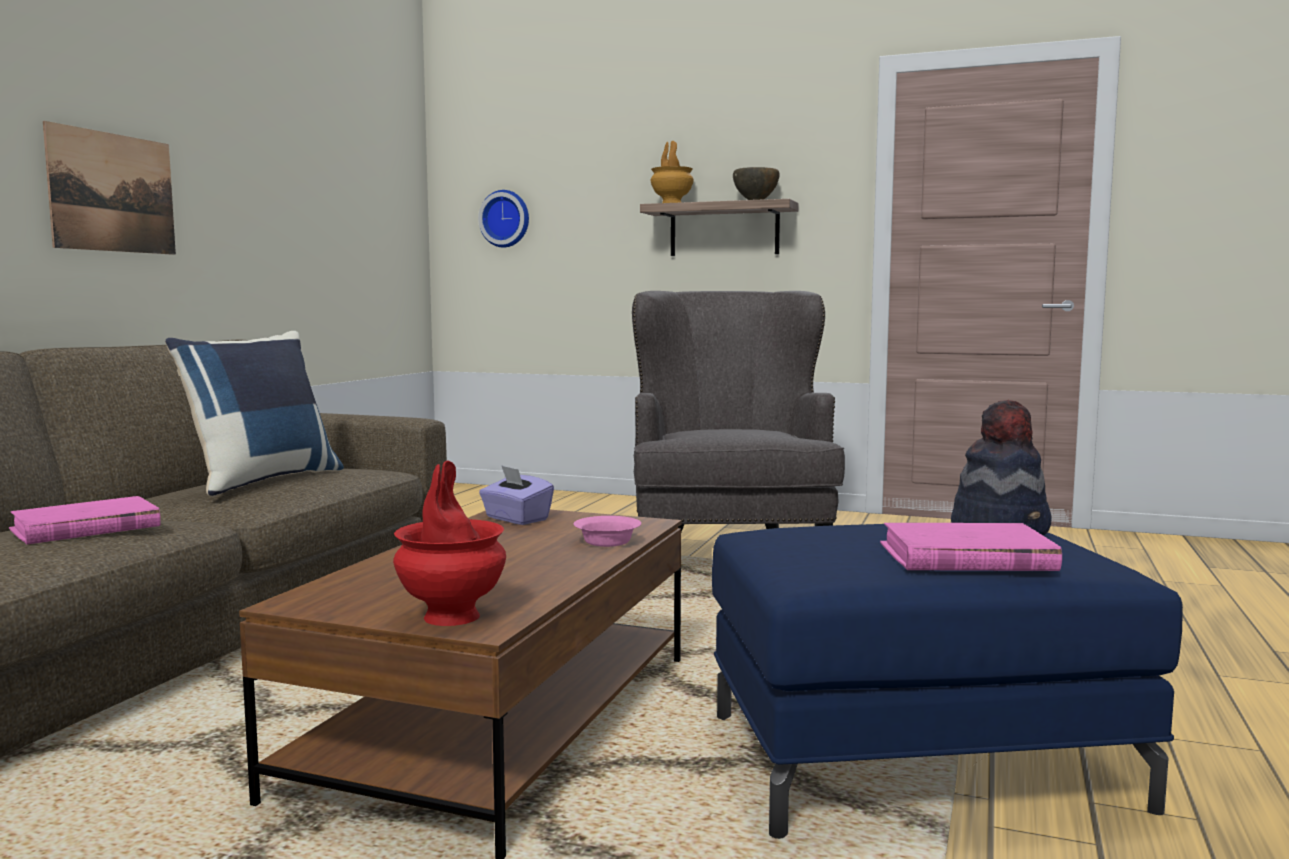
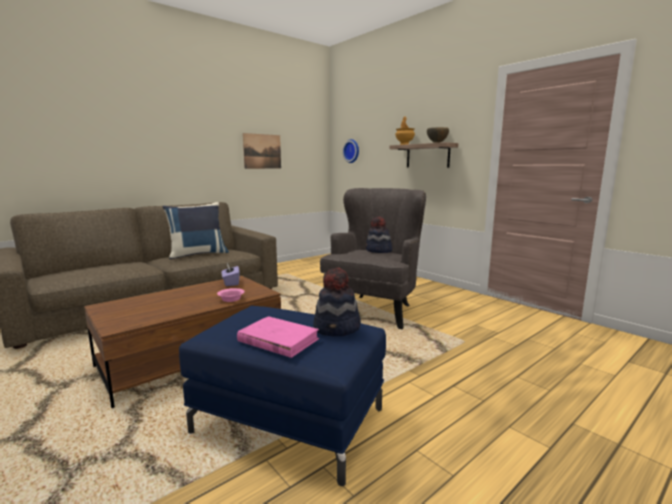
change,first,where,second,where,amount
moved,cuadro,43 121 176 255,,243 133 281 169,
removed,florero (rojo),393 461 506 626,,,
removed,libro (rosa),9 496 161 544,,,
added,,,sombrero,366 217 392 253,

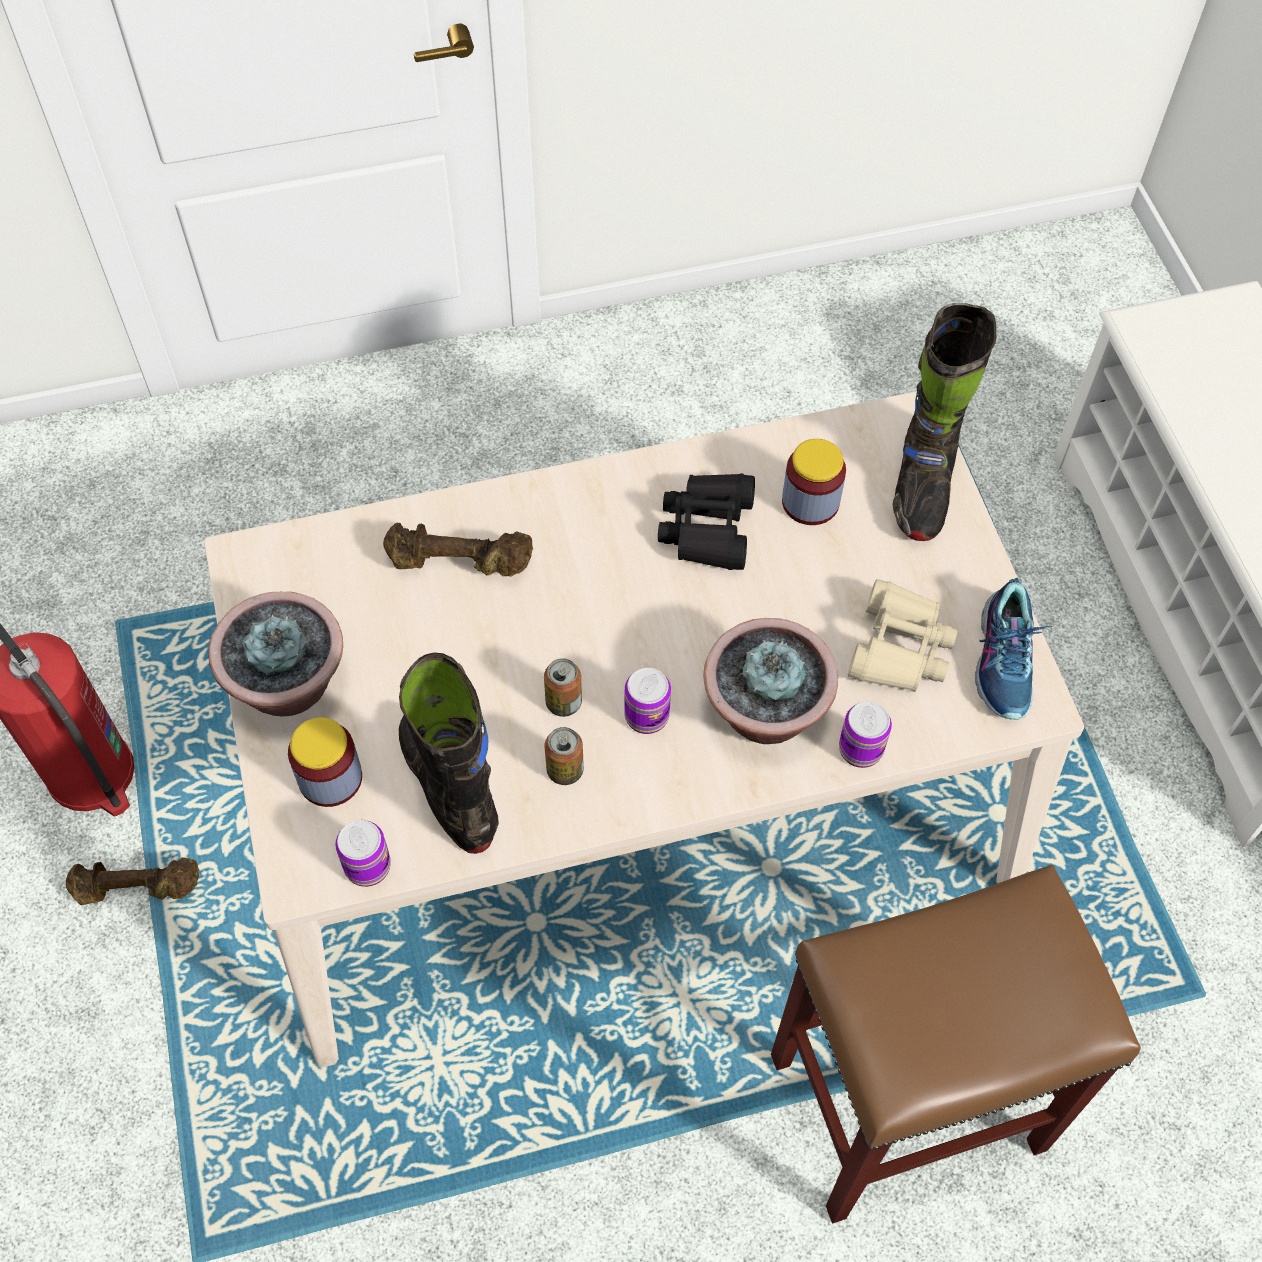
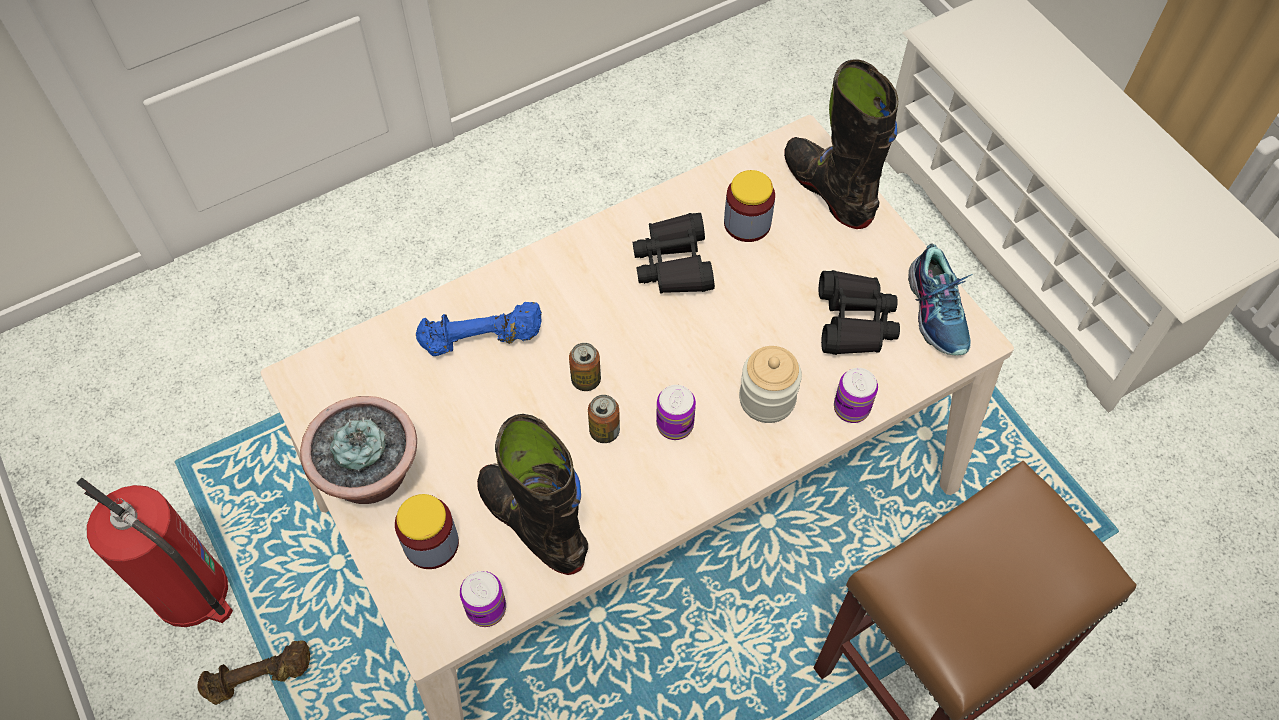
change,first,where,second,where,amount
turned,bota (negro),893 303 996 541,,784 59 898 229,150 degrees clockwise
recoloured,mancuerna (marrón),383 523 533 577,mancuerna (azul),416 302 542 356,
recoloured,prismáticos (beis),848 579 958 692,prismáticos (negro),819 270 900 355,
replaced,planta en maceta,703 618 838 744,tarro,739 346 802 423,
moved,lata,545 727 584 785,,569 343 601 391,

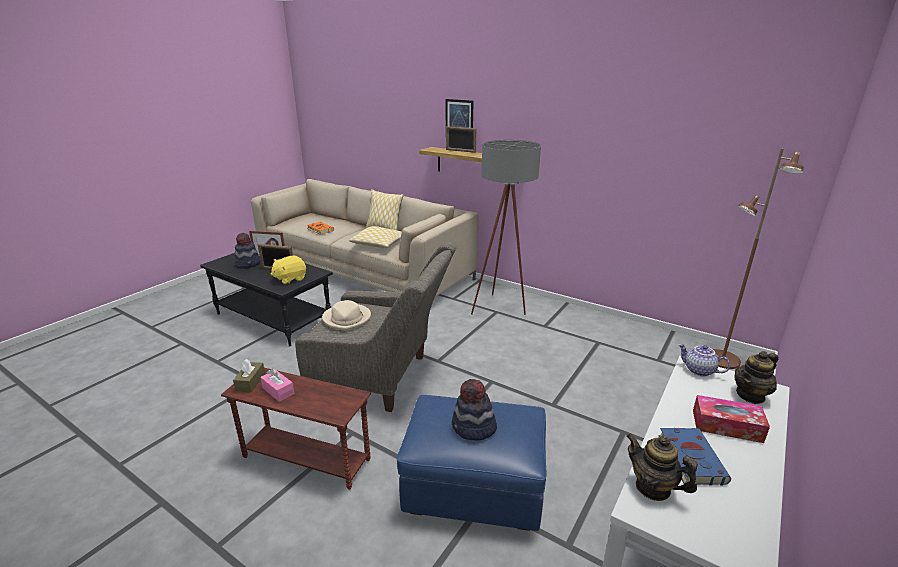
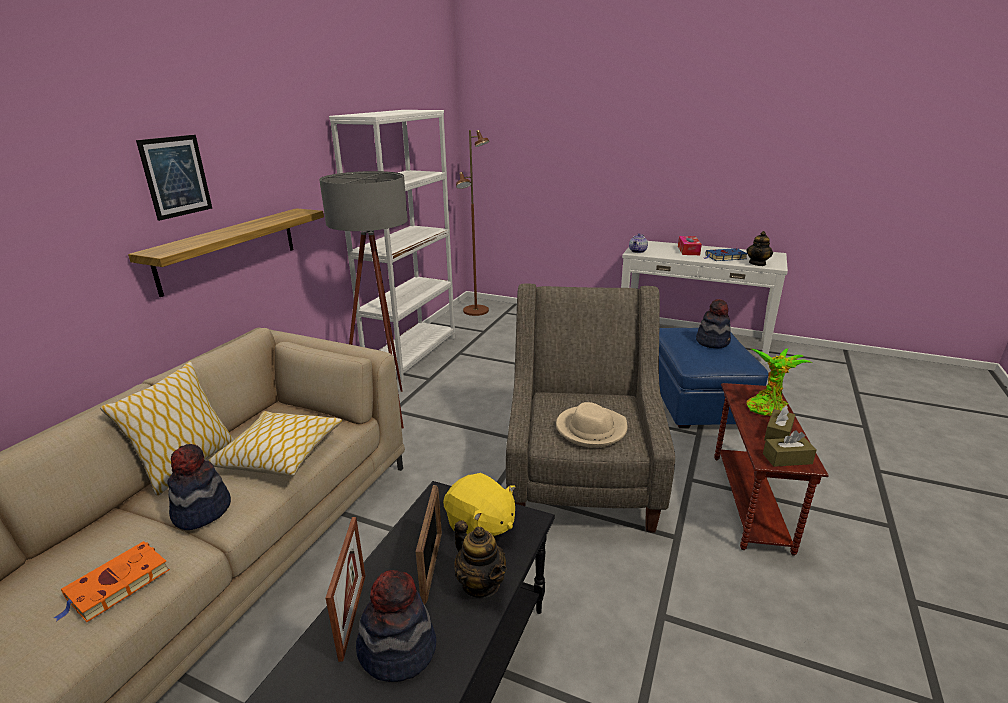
change,first,where,second,where,amount
removed,portarretratos,446 126 476 153,,,
moved,tetera,734 351 779 404,,454 520 507 598,
recoloured,caja de pañuelos (rosa),260 369 294 402,caja de pañuelos (marrón),764 406 795 441,
added,,,estantería (blanco),329 110 455 381,
added,,,planta en maceta,747 348 812 416,
added,,,sombrero,167 444 231 530,

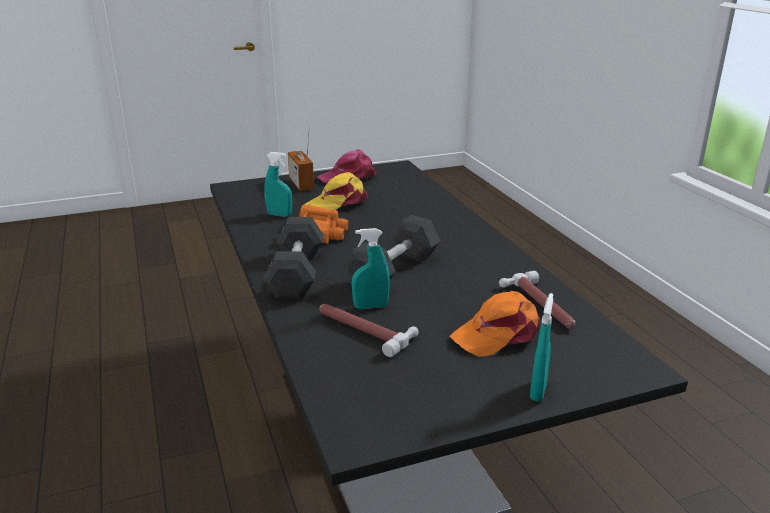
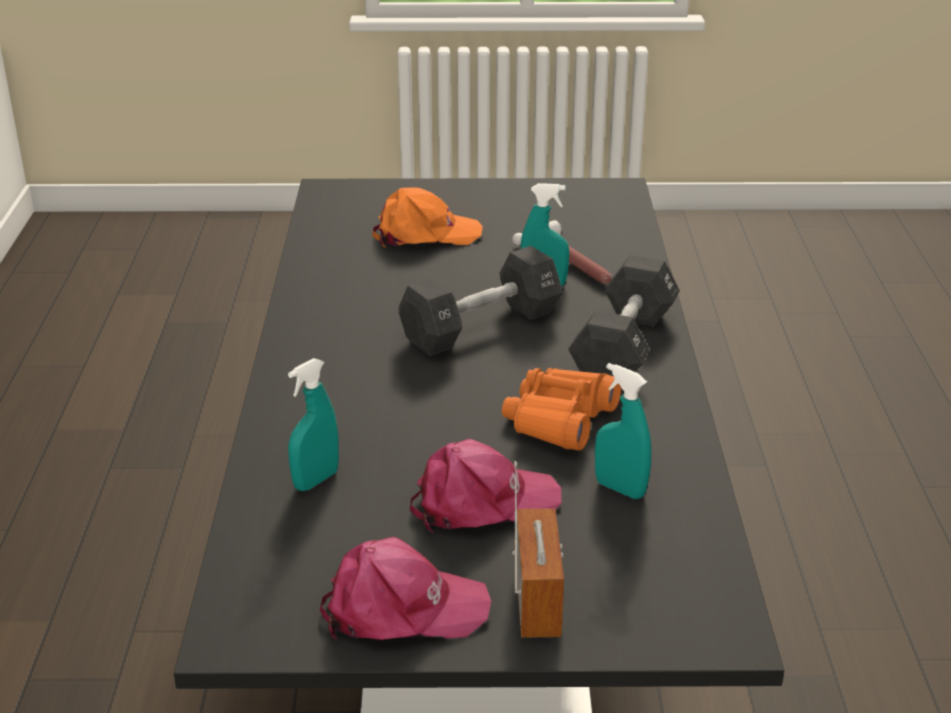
change,first,where,second,where,amount
recoloured,gorra (amarillo),304 172 368 210,gorra (rosa),410 439 562 534,
removed,martillo,499 271 575 328,,,
moved,pulverizador (turquesa),530 293 553 402,,288 358 339 491,

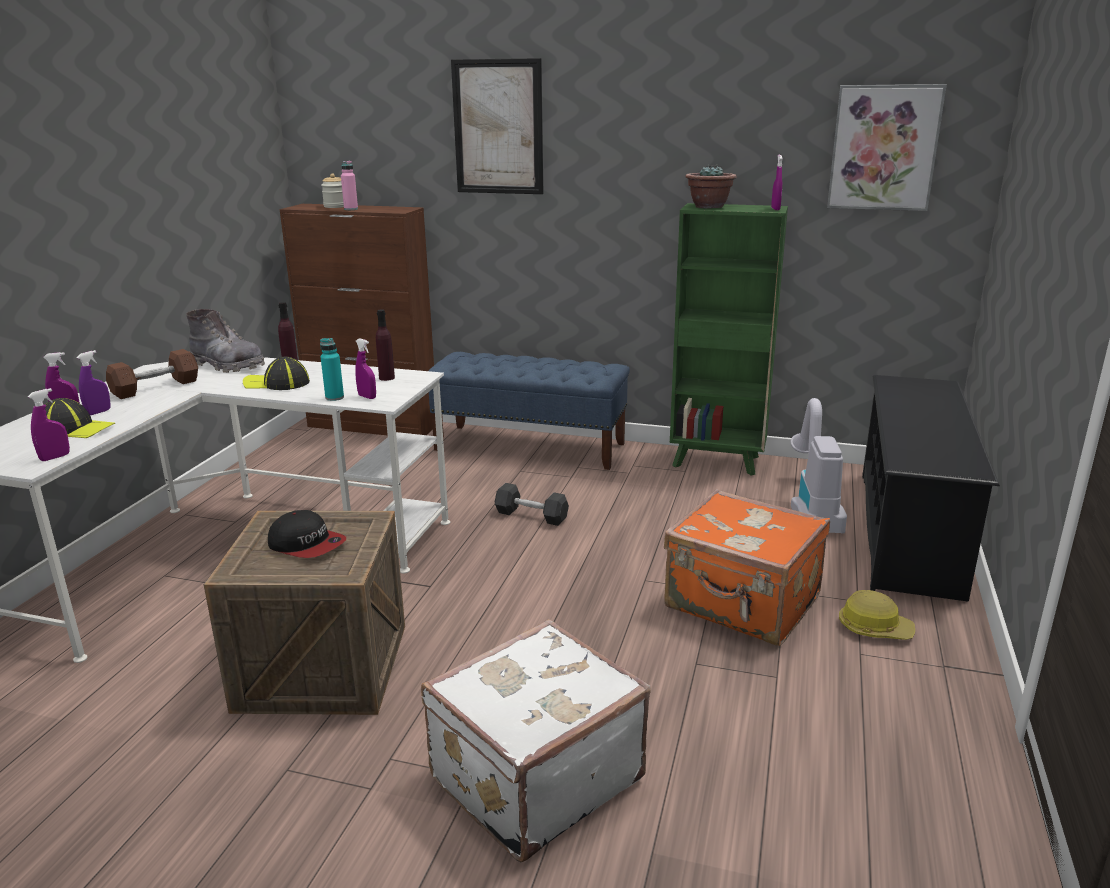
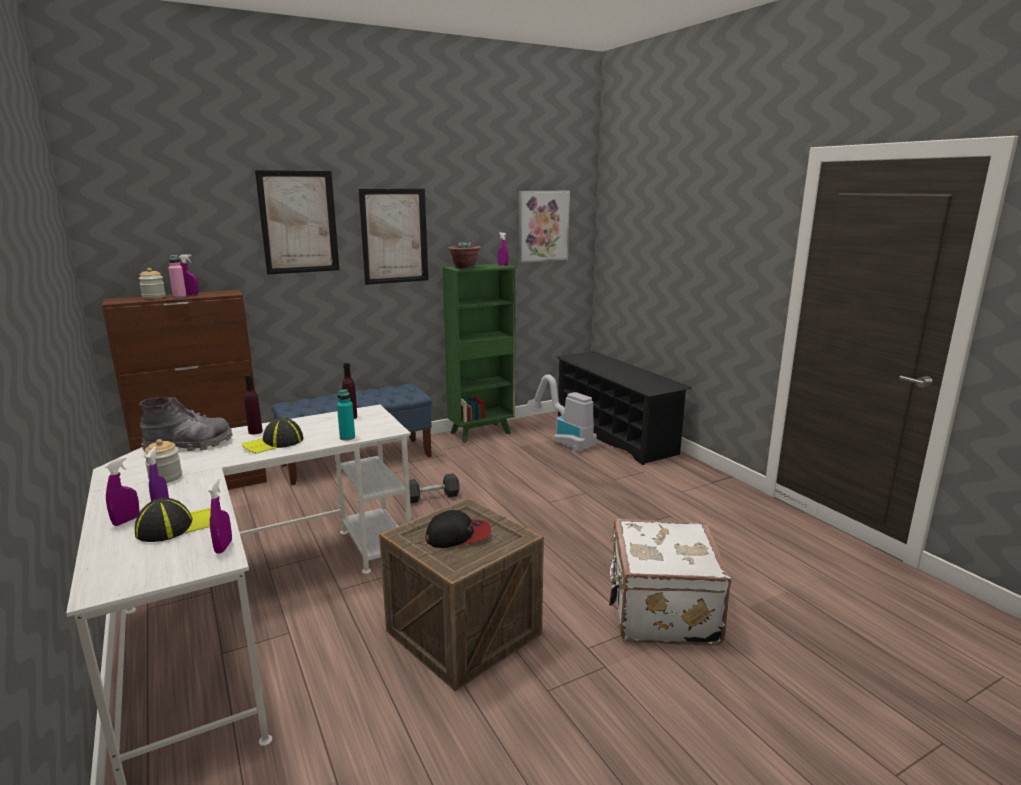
change,first,where,second,where,amount
moved,pulverizador (morado),355 338 376 399,,179 254 199 295,
replaced,mancuerna (marrón),106 349 198 399,tarro,144 439 182 483,
removed,maleta (naranja),664 489 830 646,,,
removed,casco,839 590 915 640,,,
added,,,cuadro,358 189 428 285,

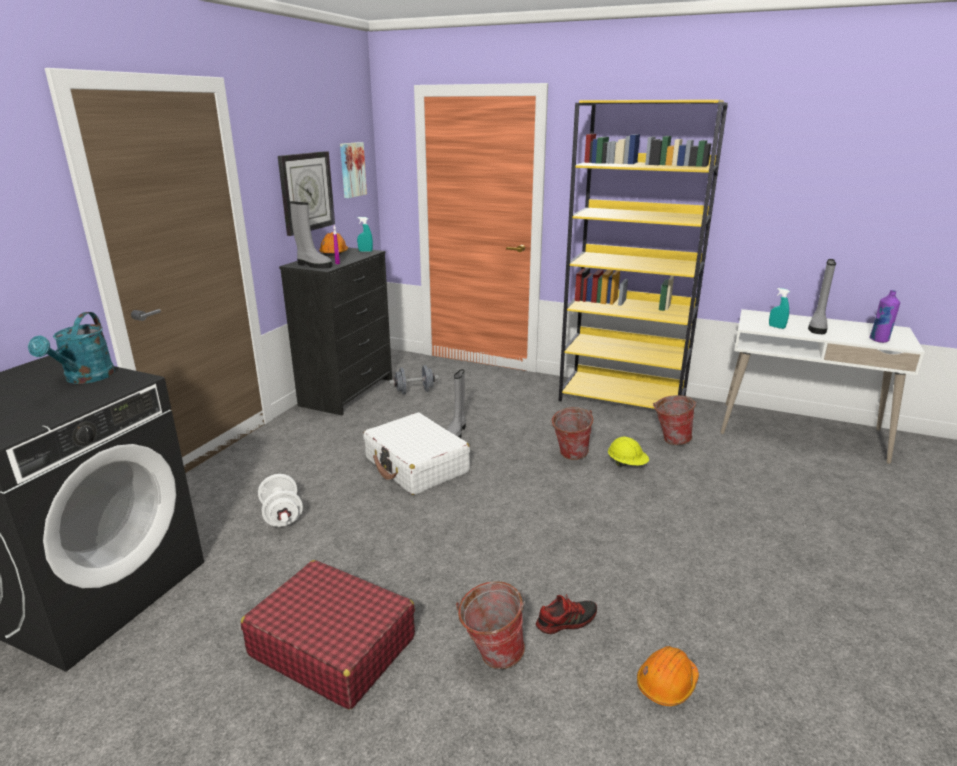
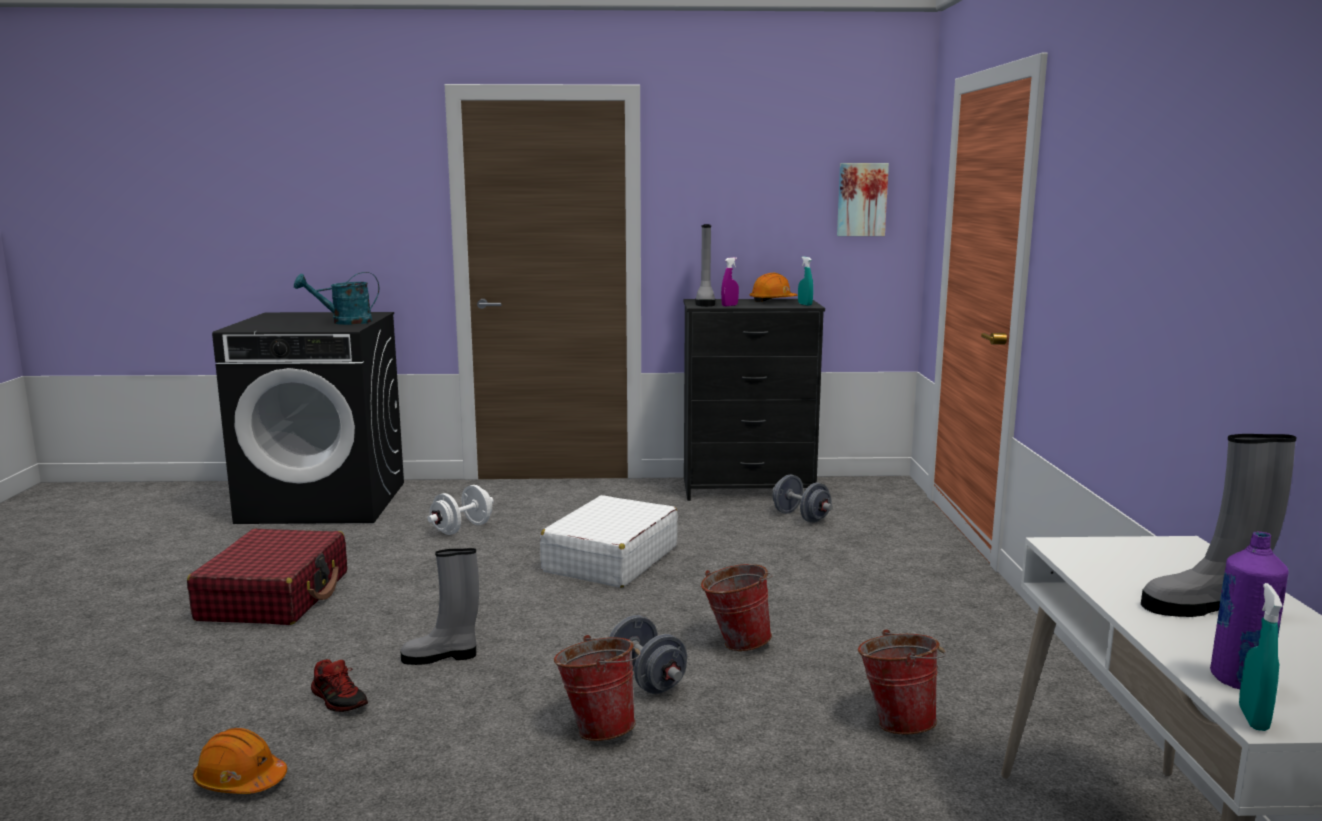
change,first,where,second,where,amount
removed,estantería (amarillo),558 100 728 409,,,
removed,reloj de pared,278 151 335 236,,,
moved,pulverizador (turquesa),769 288 790 329,,1239 583 1283 731,
moved,bota (gris),447 369 466 438,,401 548 479 665,
removed,casco (amarillo),608 436 649 467,,,
moved,cubo,456 581 525 669,,554 635 641 741,
added,,,mancuerna (gris),609 615 687 694,

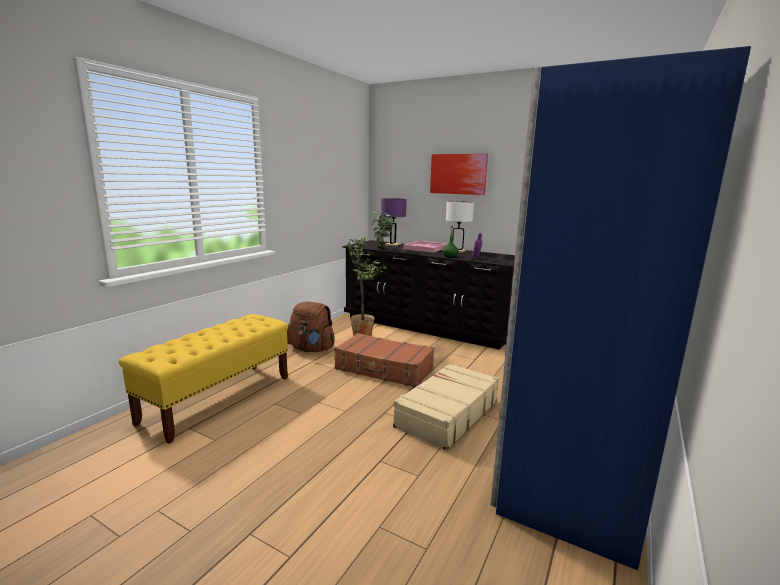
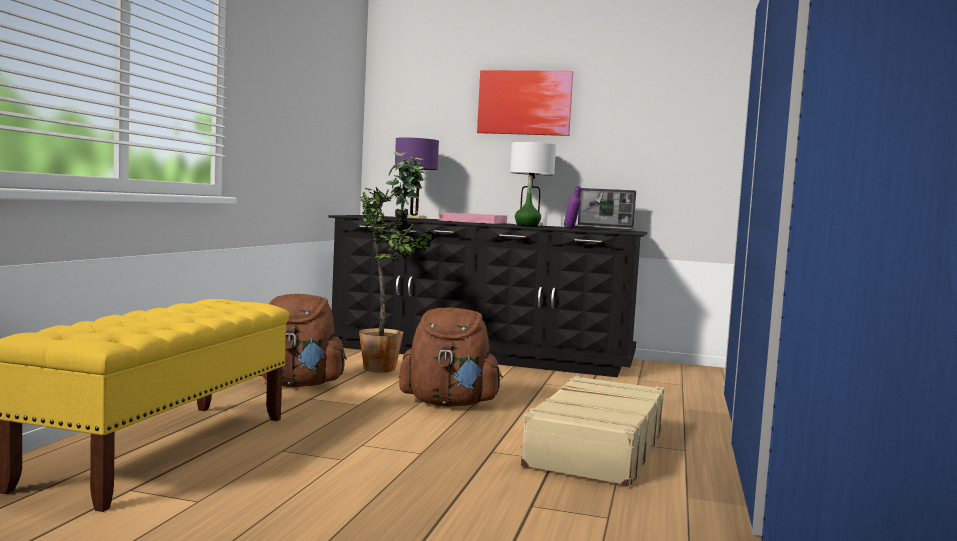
change,first,where,second,where,amount
replaced,maleta (marrón),334 333 434 387,mochila (marrón),399 307 503 407,
added,,,portátil,574 188 636 231,

